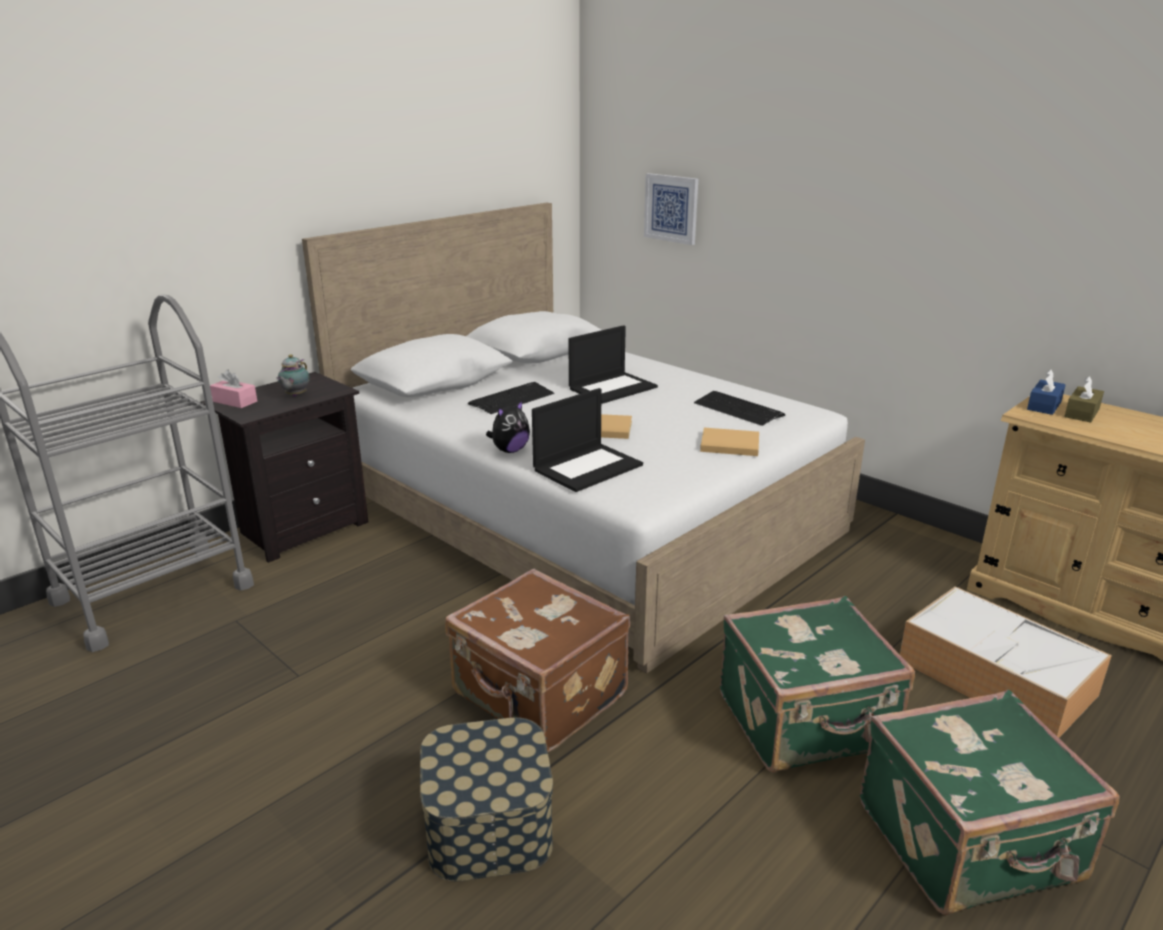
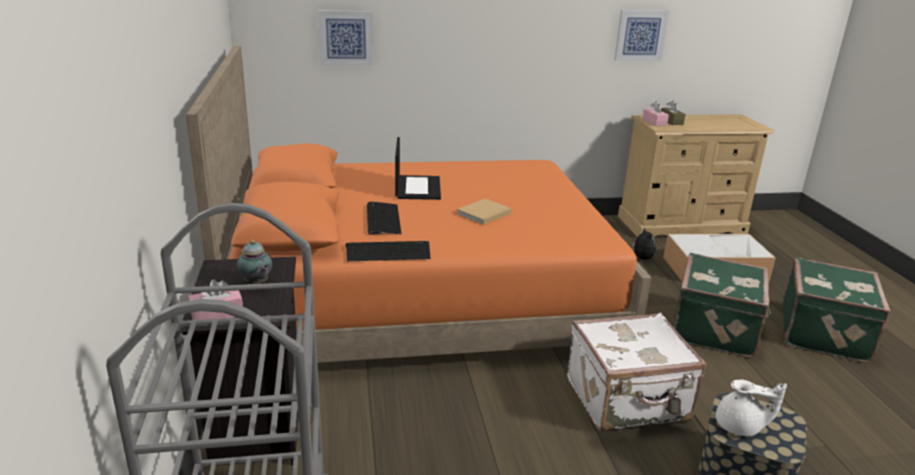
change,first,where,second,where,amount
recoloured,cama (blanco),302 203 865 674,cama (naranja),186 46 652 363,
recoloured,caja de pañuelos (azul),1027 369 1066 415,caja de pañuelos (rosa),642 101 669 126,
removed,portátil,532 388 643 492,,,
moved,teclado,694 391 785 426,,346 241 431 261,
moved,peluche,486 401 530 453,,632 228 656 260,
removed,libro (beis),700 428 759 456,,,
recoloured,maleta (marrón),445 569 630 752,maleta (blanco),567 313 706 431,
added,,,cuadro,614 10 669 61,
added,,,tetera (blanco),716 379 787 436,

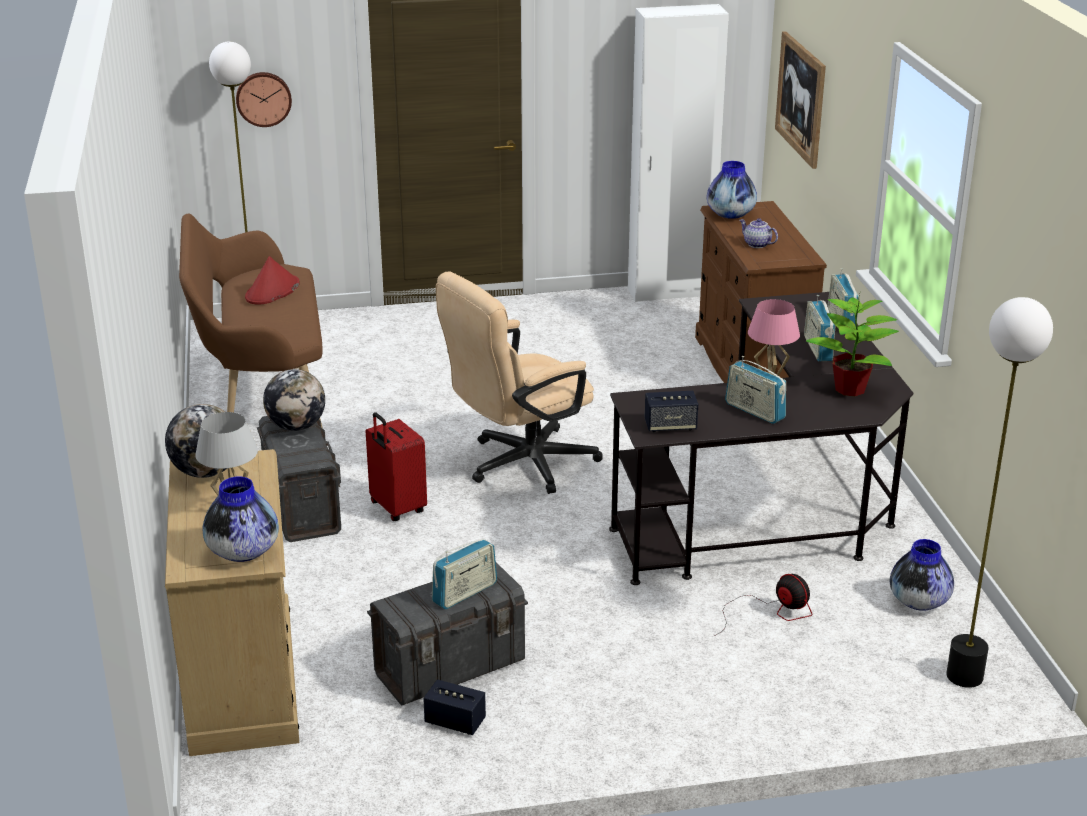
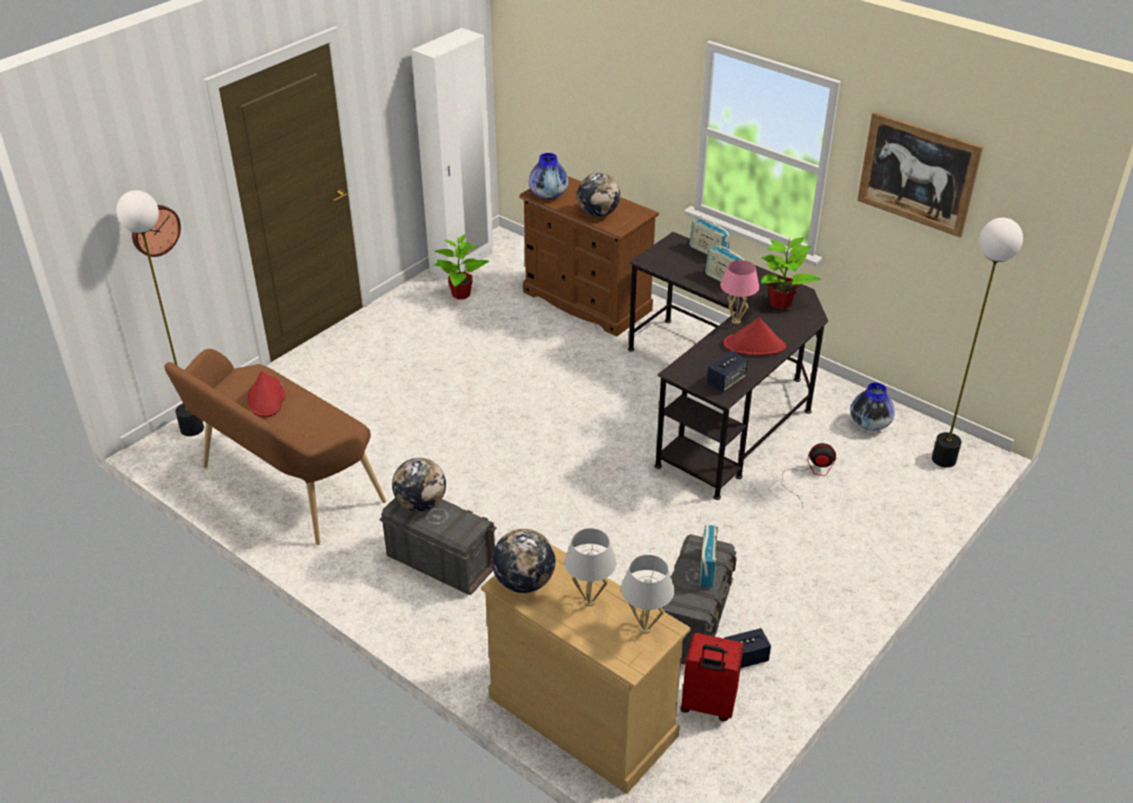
change,first,where,second,where,amount
moved,cuadro,775 31 826 169,,857 112 983 238,
replaced,tetera,739 218 778 248,globo terráqueo,577 173 620 217,
removed,silla de oficina (beis),436 272 603 494,,,
replaced,radio,725 356 786 424,sombrero (rojo),724 317 786 356,
moved,maleta (rojo),366 412 427 521,,681 633 744 721,
replaced,florero,202 477 279 562,lámpara de mesa (blanco),621 555 675 634,
added,,,planta en maceta,434 234 489 299,

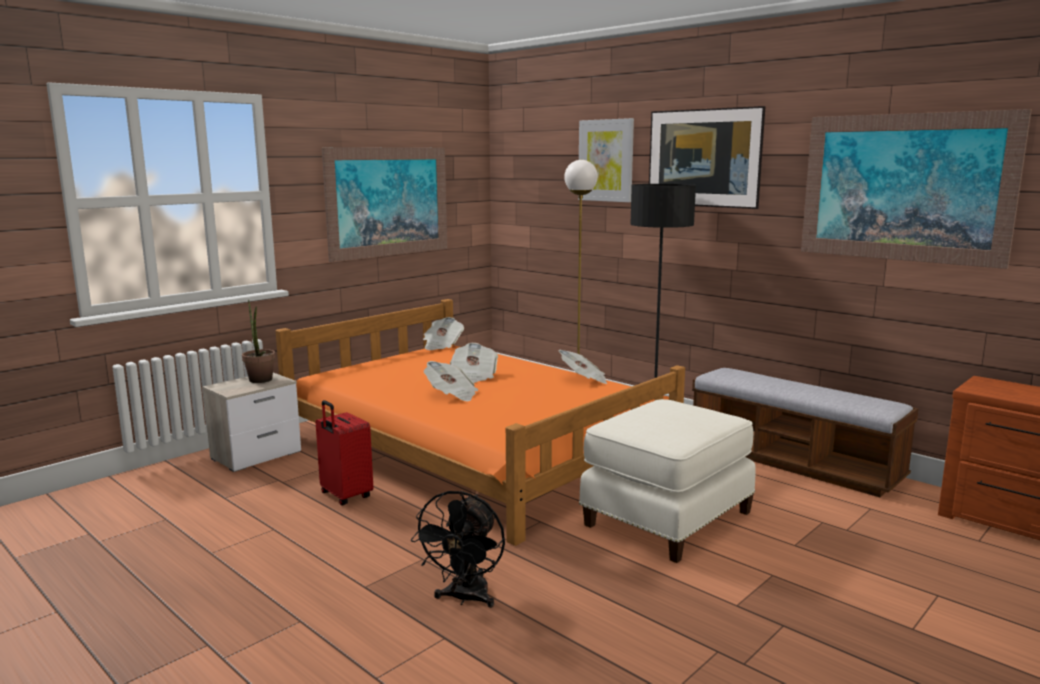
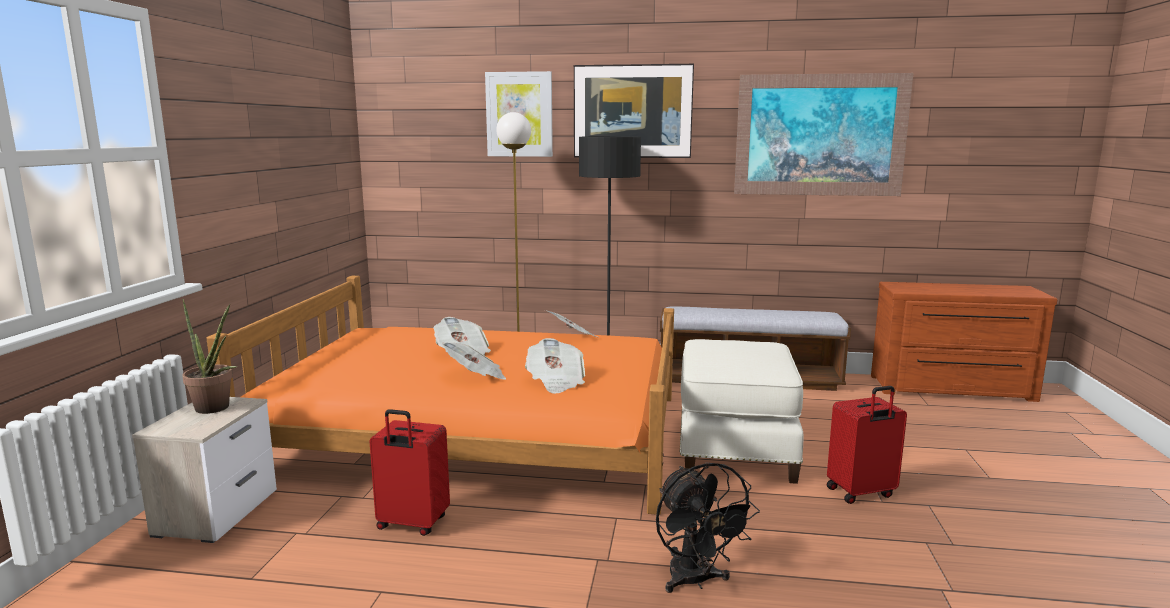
change,first,where,second,where,amount
removed,cuadro,322 147 447 262,,,
moved,periódico,423 317 464 350,,525 338 585 394,
added,,,maleta (rojo),827 386 907 504,

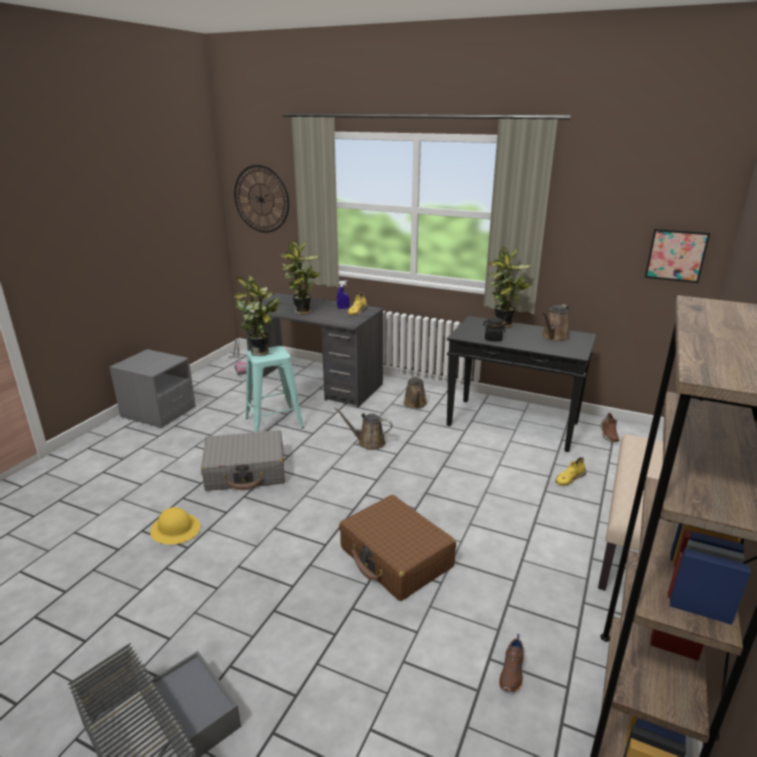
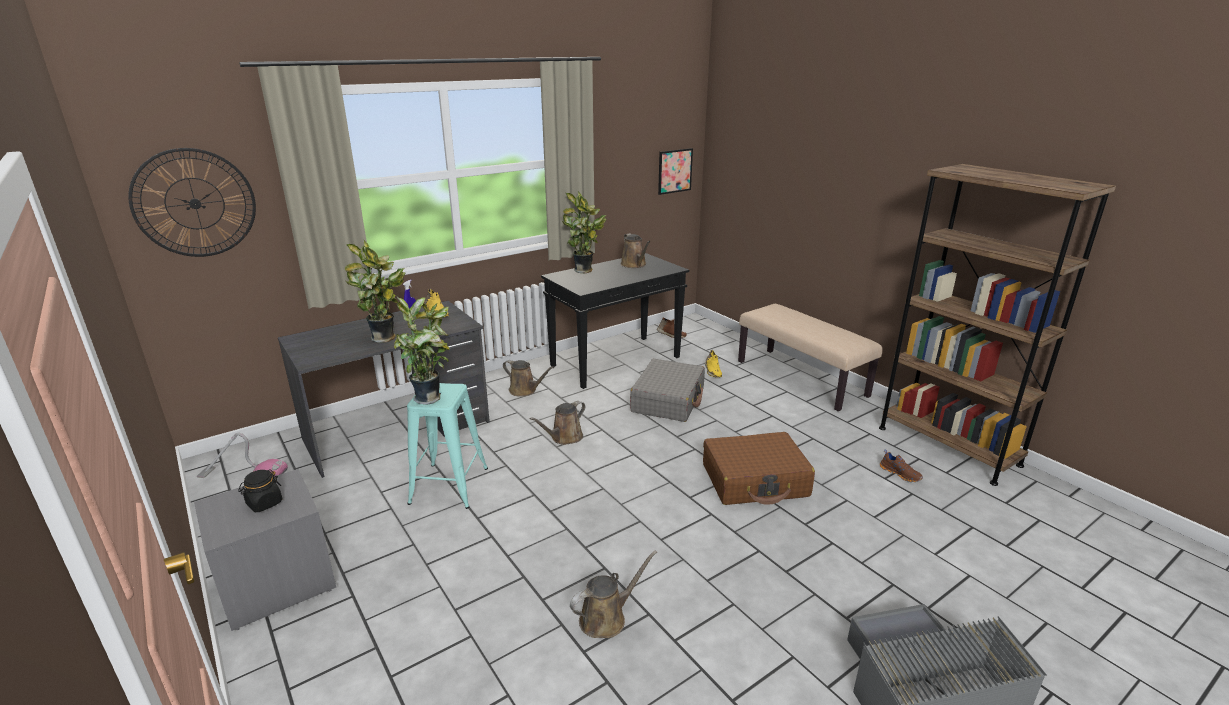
change,first,where,second,where,amount
moved,tarro (negro),483 318 506 341,,238 469 283 512,
moved,maleta (gris),201 430 285 491,,630 359 705 422,
replaced,casco (amarillo),150 507 200 545,regadera (marrón),570 550 657 638,

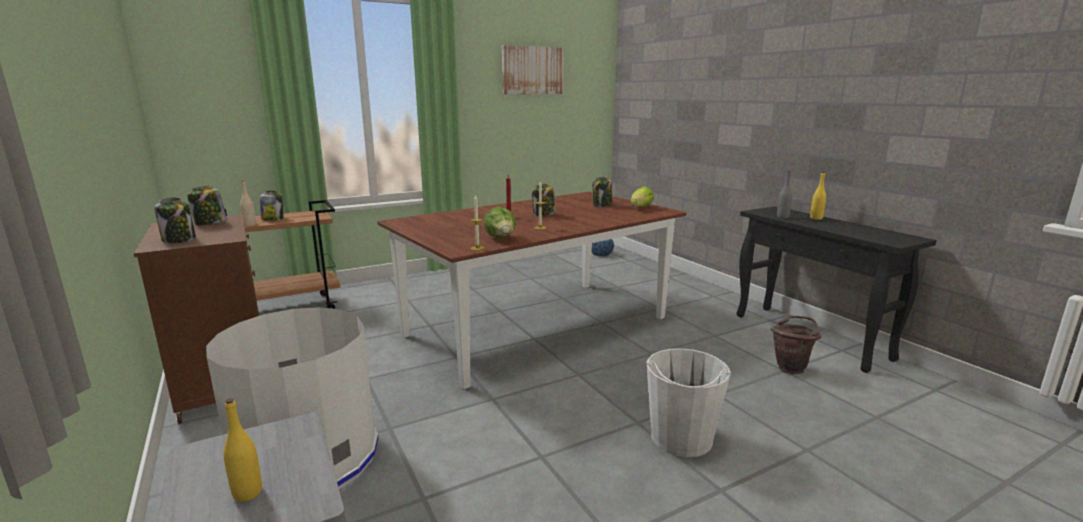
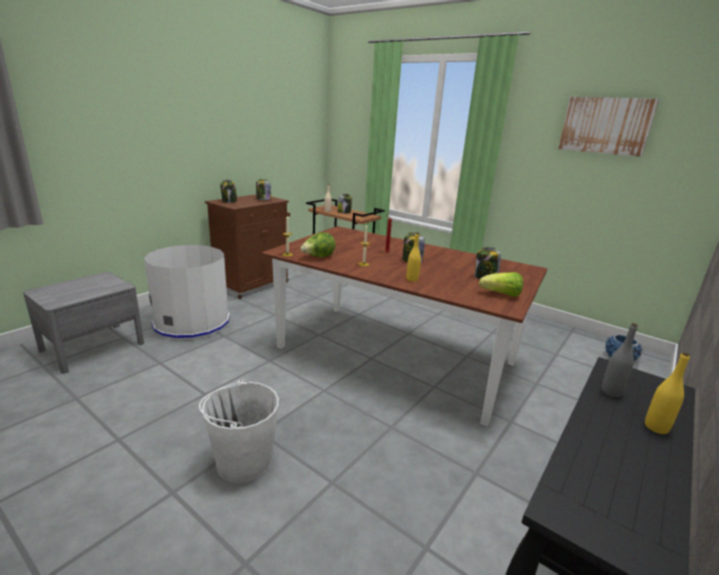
change,first,where,second,where,amount
removed,cubo (marrón),771 316 821 374,,,
moved,botella (amarillo),224 398 262 502,,406 232 421 282,

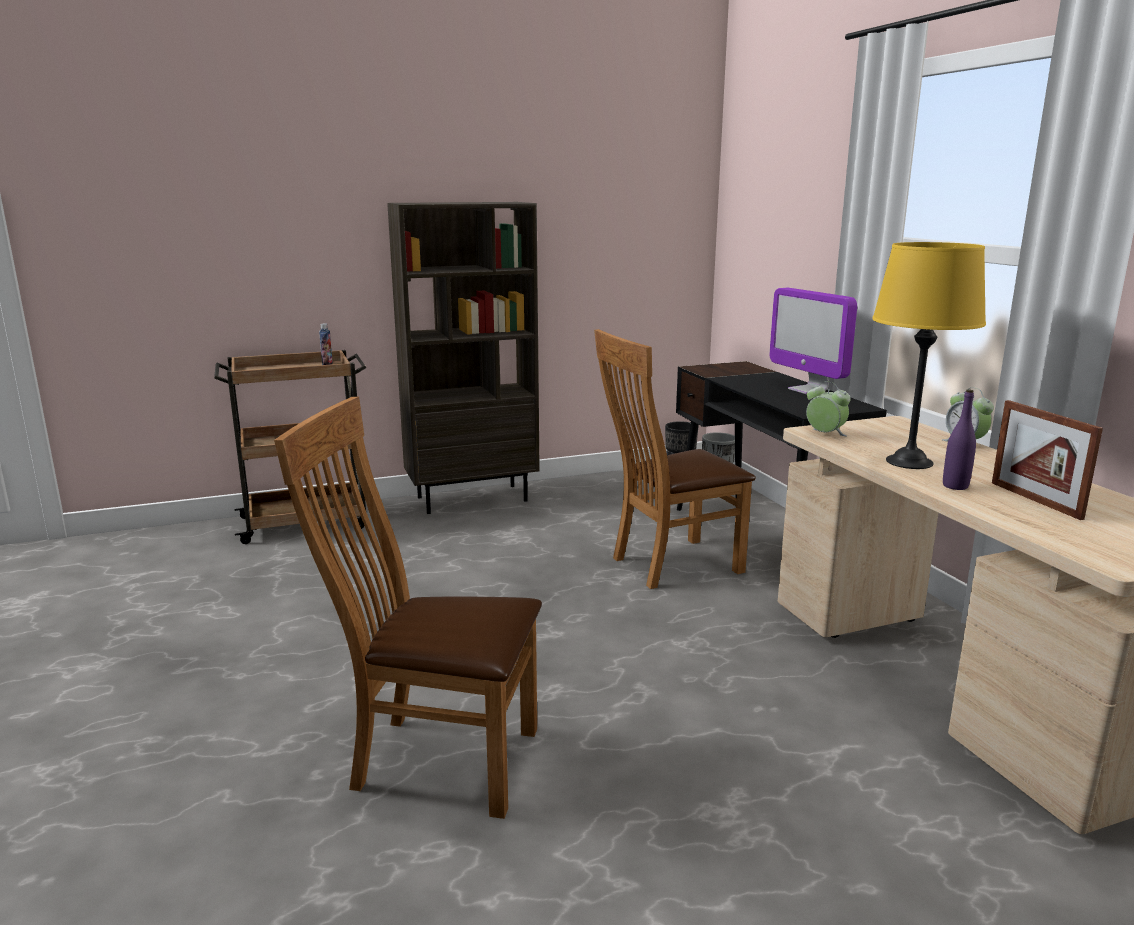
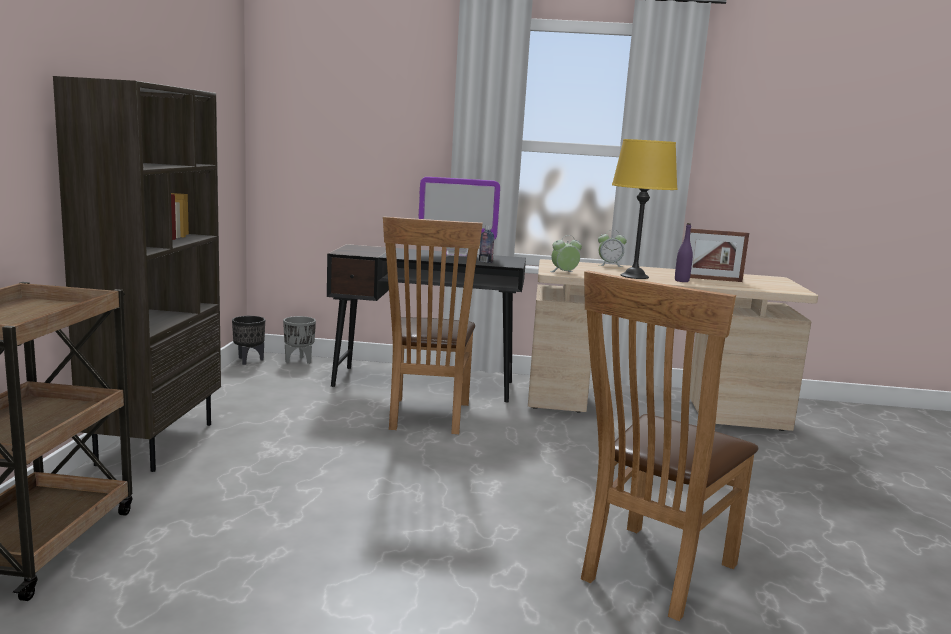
change,first,where,second,where,amount
moved,botella,319 324 333 365,,479 225 494 263,

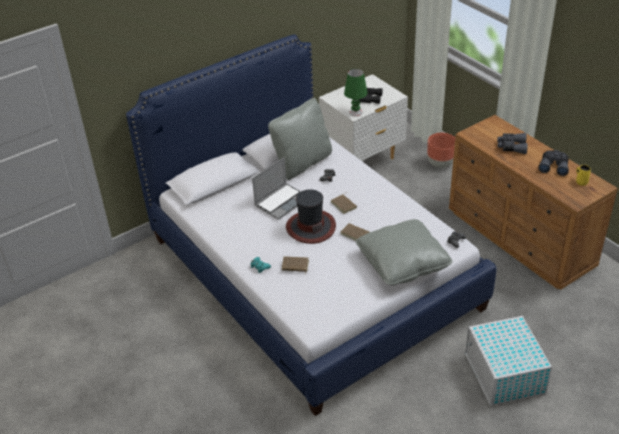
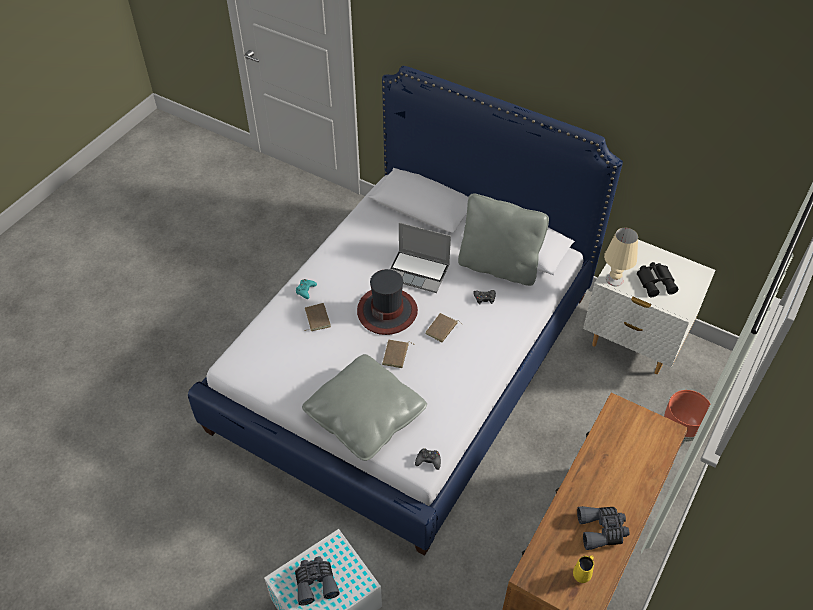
change,first,where,second,where,amount
recoloured,lámpara de mesa (verde),344 69 367 116,lámpara de mesa (beis),604 228 638 286,
moved,prismáticos (gris),497 133 527 154,,295 556 340 605,

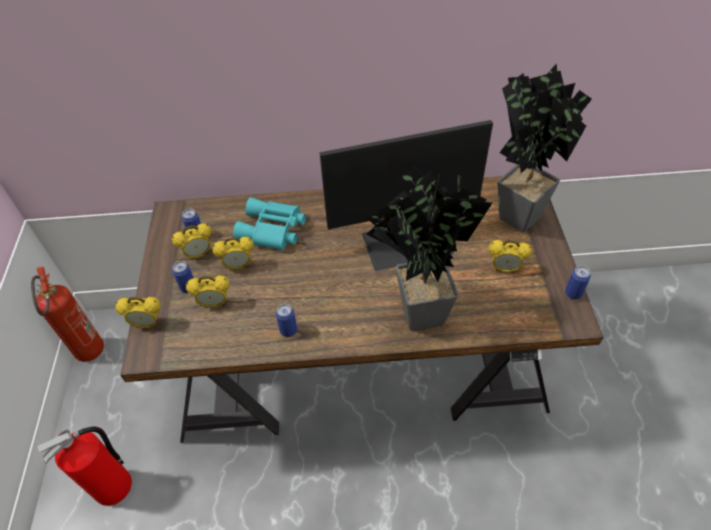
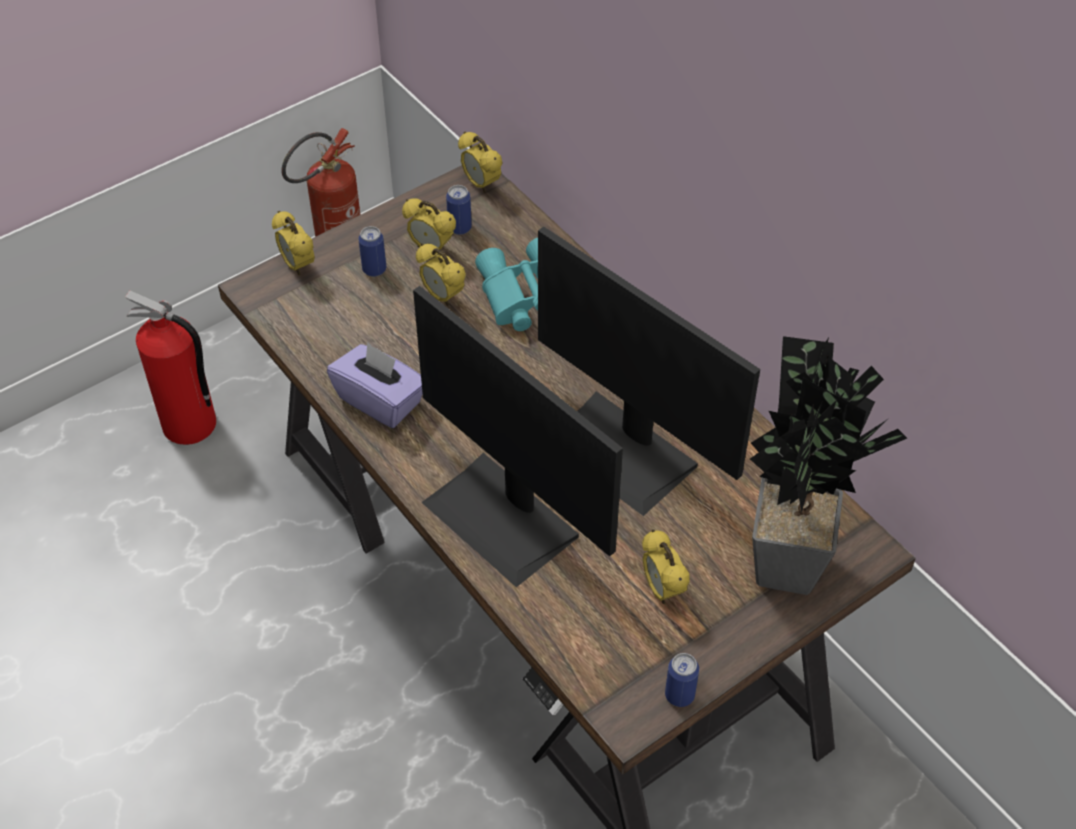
change,first,where,second,where,amount
replaced,planta en maceta,366 166 492 331,monitor,413 286 623 587,
moved,despertador,186 275 230 308,,458 131 503 193,
replaced,lata,276 304 297 337,caja de pañuelos (morado),327 342 423 428,

